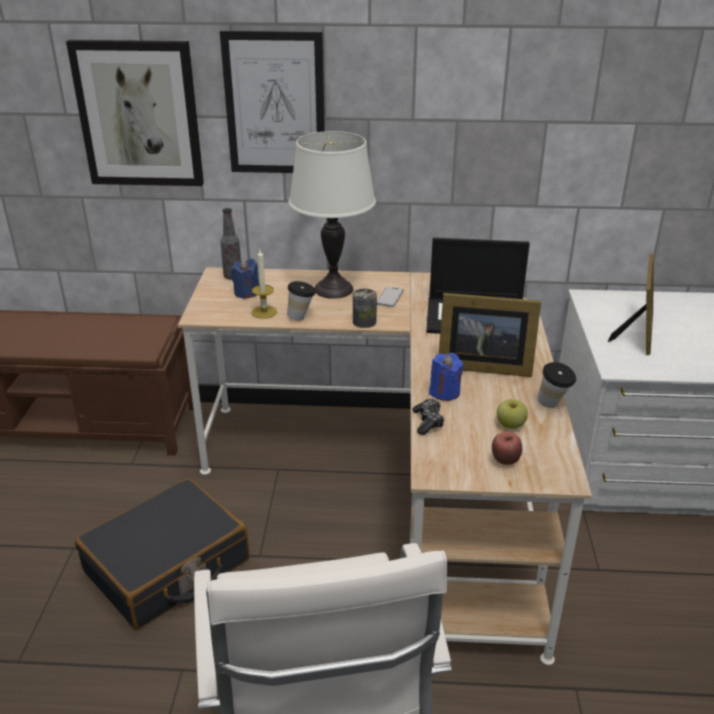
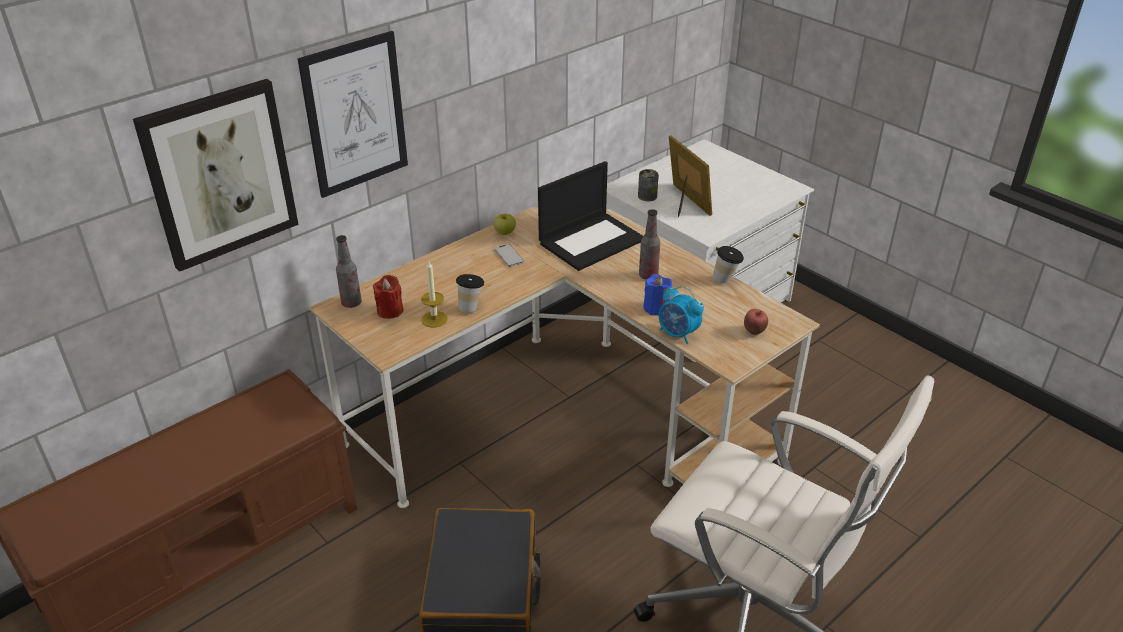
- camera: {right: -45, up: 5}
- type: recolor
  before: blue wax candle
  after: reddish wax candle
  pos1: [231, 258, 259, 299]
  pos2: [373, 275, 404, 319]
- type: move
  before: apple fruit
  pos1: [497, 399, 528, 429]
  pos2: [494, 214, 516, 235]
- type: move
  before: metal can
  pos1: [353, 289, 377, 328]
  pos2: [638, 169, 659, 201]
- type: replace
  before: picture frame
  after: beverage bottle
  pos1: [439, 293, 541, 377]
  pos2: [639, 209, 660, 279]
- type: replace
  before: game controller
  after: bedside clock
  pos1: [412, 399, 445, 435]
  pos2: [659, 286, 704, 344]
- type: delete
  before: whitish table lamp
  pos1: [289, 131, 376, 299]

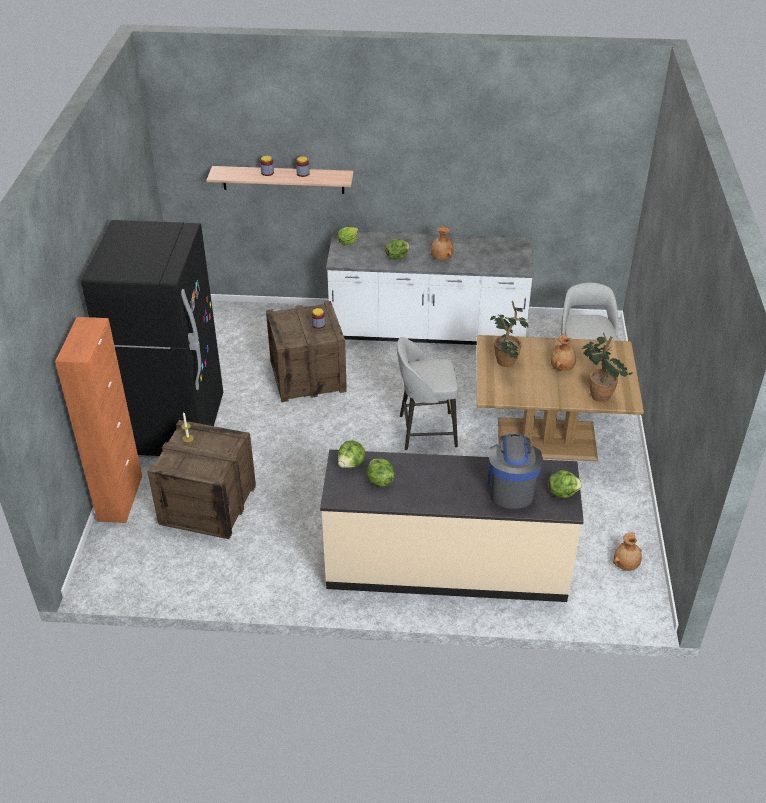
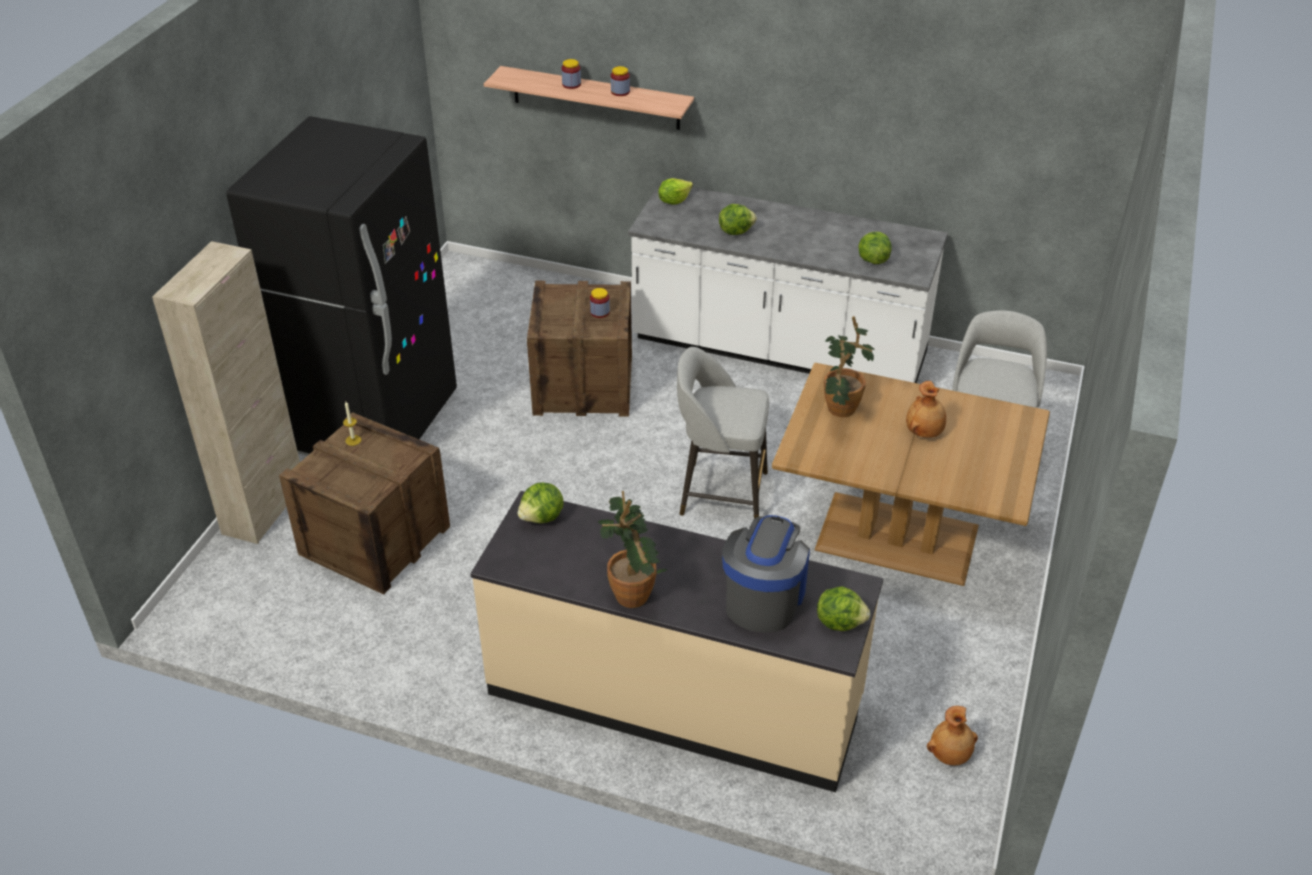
- camera: {right: 15, up: 0}
- type: recolor
  before: orange-coloured cupboard
  after: beige cupboard
  pos1: [55, 317, 142, 523]
  pos2: [152, 241, 300, 544]
- type: move
  before: houseplant
  pos1: [582, 333, 633, 402]
  pos2: [598, 491, 667, 608]
- type: move
  before: head of lettuce
  pos1: [367, 459, 395, 487]
  pos2: [858, 232, 892, 264]
- type: delete
  before: brown-coloured vase
  pos1: [431, 227, 454, 260]

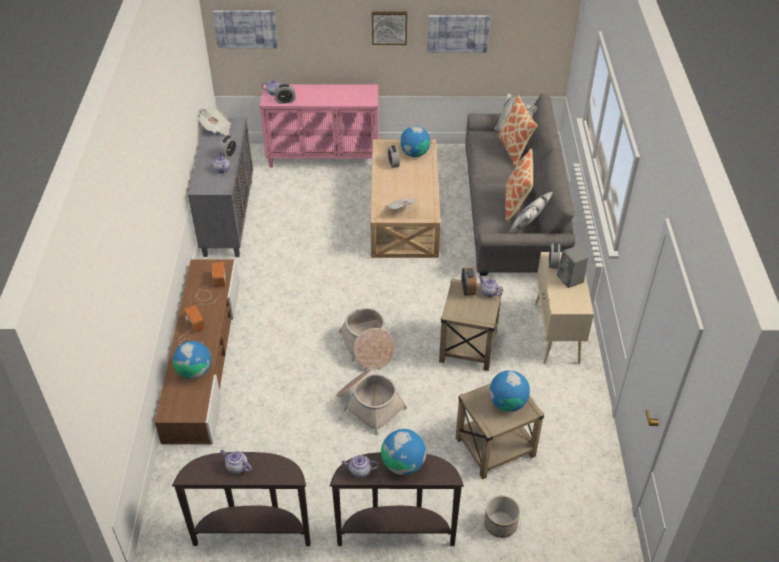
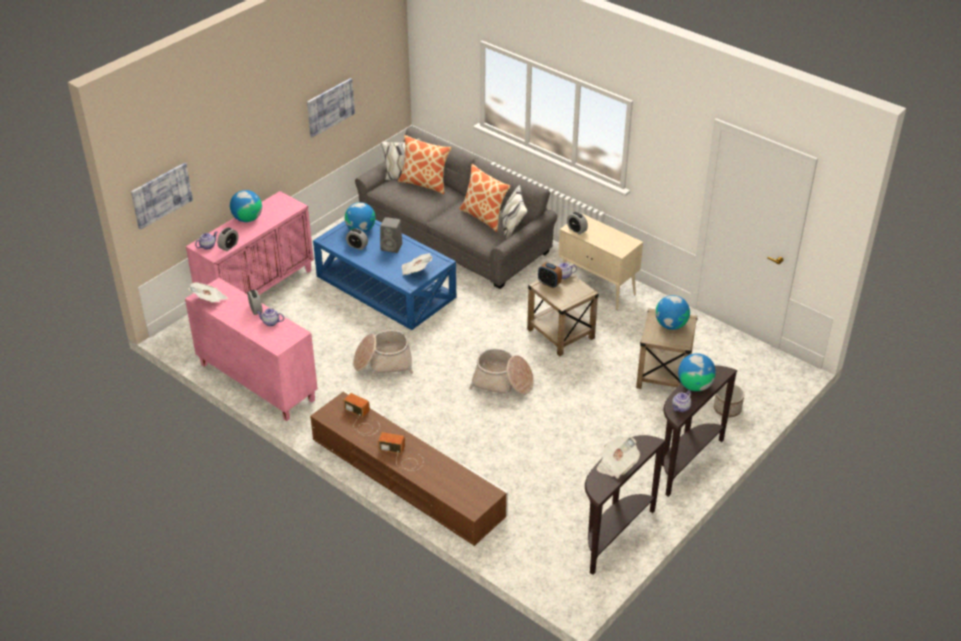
- camera: {right: -50, up: -5}
- type: recolor
  before: gray cupboard
  after: pink-coloured cupboard
  pos1: [188, 118, 253, 257]
  pos2: [185, 278, 318, 421]
- type: move
  before: desk globe
  pos1: [173, 341, 211, 379]
  pos2: [230, 190, 262, 222]
- type: recolor
  before: beige coffee table
  after: blue coffee table
  pos1: [371, 139, 441, 258]
  pos2: [313, 220, 456, 330]
- type: move
  before: household basket
  pos1: [336, 369, 407, 435]
  pos2: [353, 330, 413, 377]
- type: move
  before: gray audio speaker
  pos1: [557, 246, 588, 288]
  pos2: [380, 217, 402, 253]
- type: replace
  before: pot for tea
  after: printed paper
  pos1: [220, 450, 252, 474]
  pos2: [597, 436, 640, 478]
- type: delete
  before: wall art
  pos1: [372, 12, 407, 45]

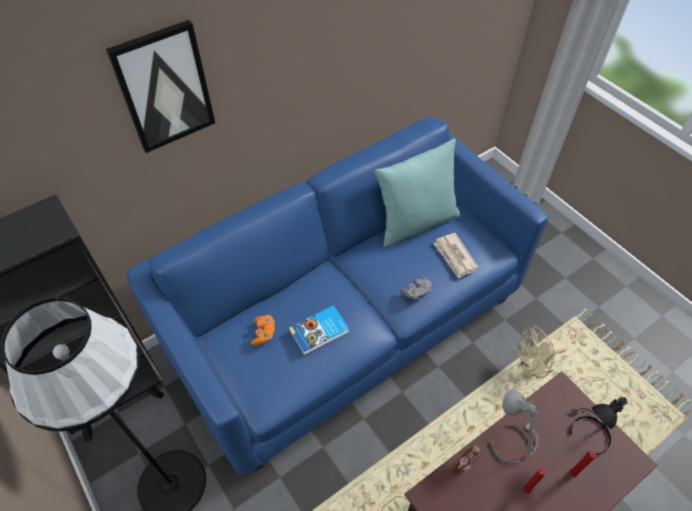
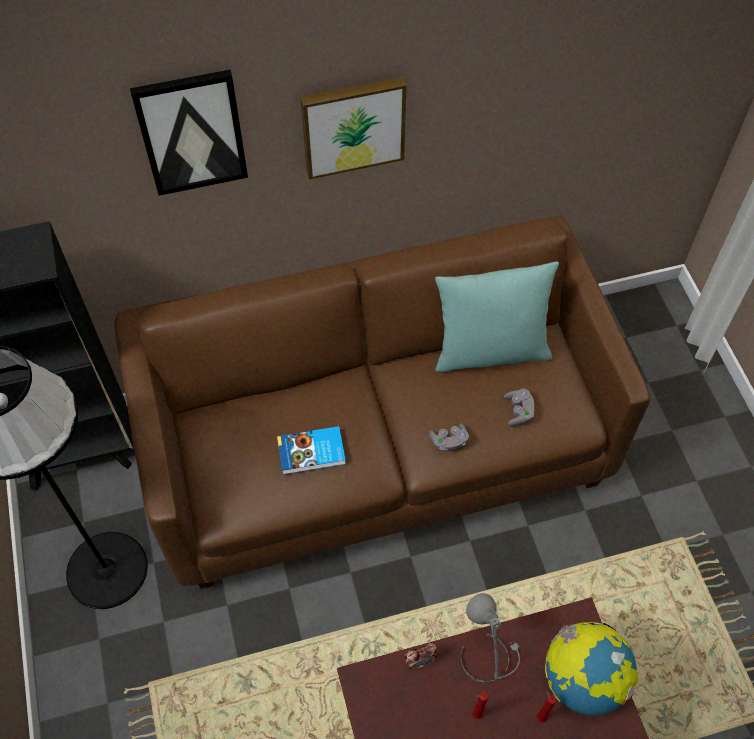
- camera: {right: 20, up: 5}
- type: recolor
  before: blue settee
  after: brown-coloured settee
  pos1: [126, 117, 548, 474]
  pos2: [114, 216, 650, 589]
- type: insert
  after: wall art
  pos2: [300, 77, 407, 179]
- type: replace
  before: printed paper
  after: gray game controller
  pos1: [433, 233, 479, 279]
  pos2: [504, 389, 535, 426]
- type: replace
  before: blackish table lamp
  after: desk globe
  pos1: [570, 396, 628, 455]
  pos2: [545, 622, 638, 715]
- type: delete
  before: orange-coloured game controller
  pos1: [251, 315, 275, 345]
- type: delete
  before: beige cooling fan
  pos1: [518, 326, 567, 378]

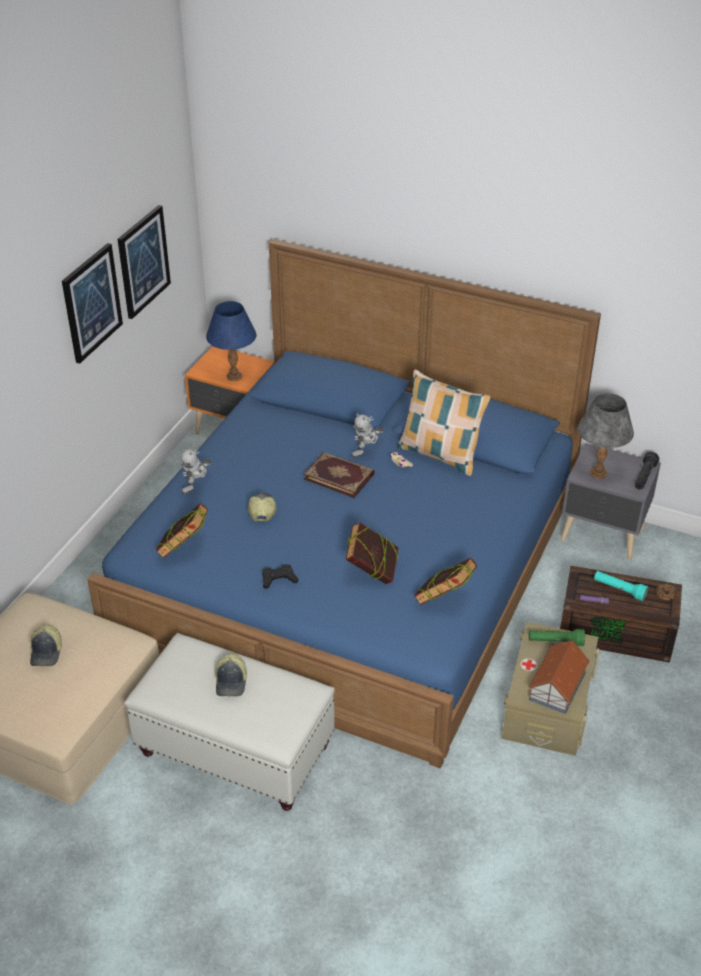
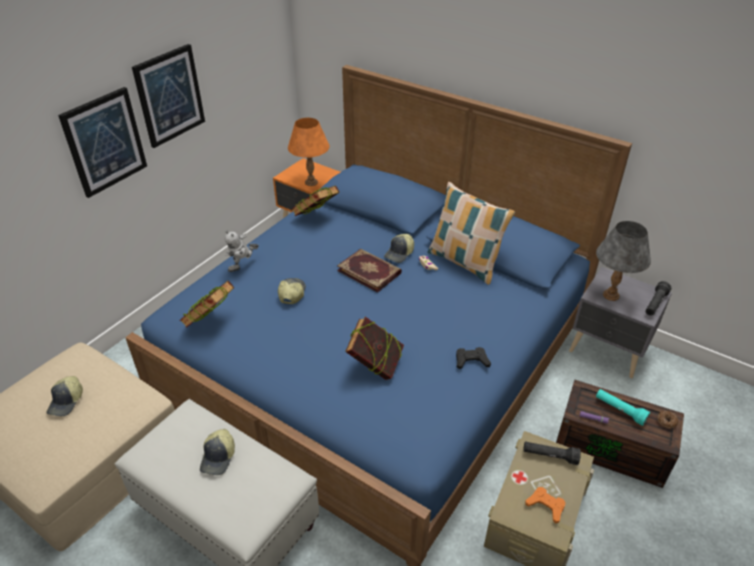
- camera: {right: 10, up: 0}
- type: move
  before: wall art
  pos1: [118, 205, 171, 319]
  pos2: [58, 87, 147, 198]
- type: recolor
  before: blue table lamp
  after: orange-coloured table lamp
  pos1: [206, 301, 256, 381]
  pos2: [288, 118, 330, 186]
- type: move
  before: book
  pos1: [414, 557, 477, 605]
  pos2: [291, 185, 339, 216]
- type: replace
  before: toy robot
  after: cap
  pos1: [352, 413, 384, 458]
  pos2: [384, 234, 414, 263]
- type: move
  before: blackish game controller
  pos1: [262, 564, 298, 589]
  pos2: [456, 347, 491, 369]
- type: recolor
  before: green flashlight
  after: blackish flashlight
  pos1: [529, 629, 585, 646]
  pos2: [523, 441, 581, 465]
- type: replace
  before: model house
  after: orange-coloured game controller
  pos1: [528, 640, 589, 714]
  pos2: [525, 487, 565, 523]

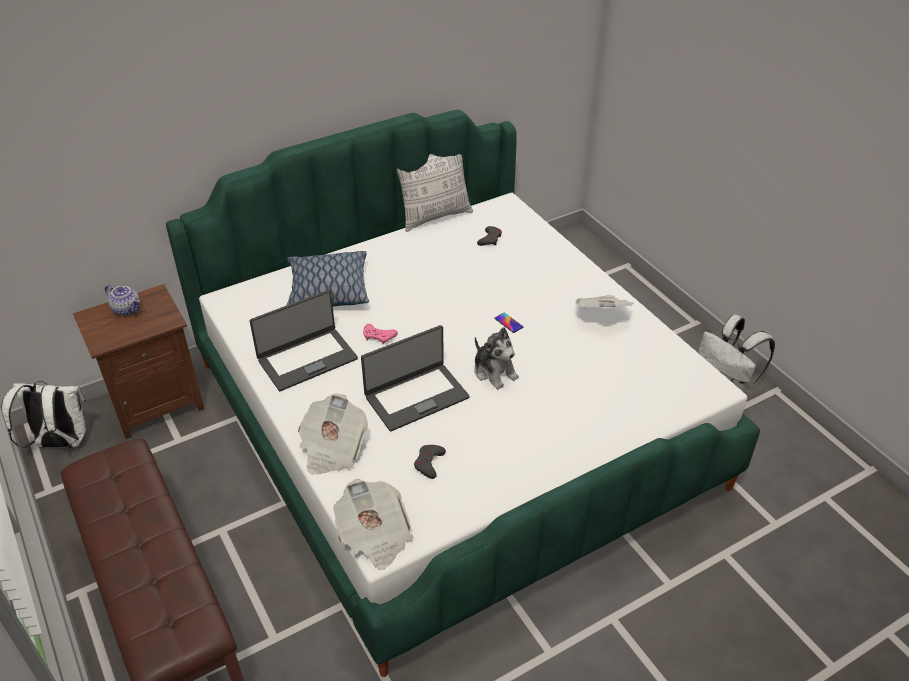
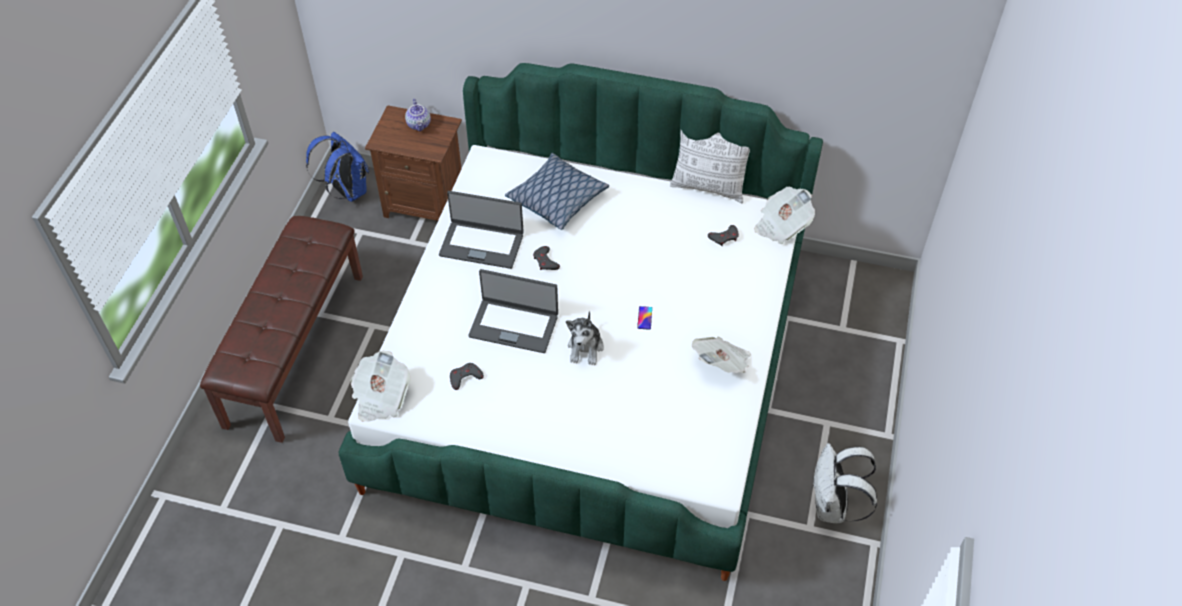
- camera: {right: 45, up: 10}
- type: recolor
  before: whitish knapsack
  after: blue knapsack
  pos1: [2, 381, 86, 448]
  pos2: [306, 132, 369, 202]
- type: recolor
  before: pink-coloured game controller
  after: gray game controller
  pos1: [363, 324, 398, 345]
  pos2: [533, 246, 560, 270]
- type: move
  before: printed paper
  pos1: [298, 394, 368, 475]
  pos2: [754, 186, 815, 244]

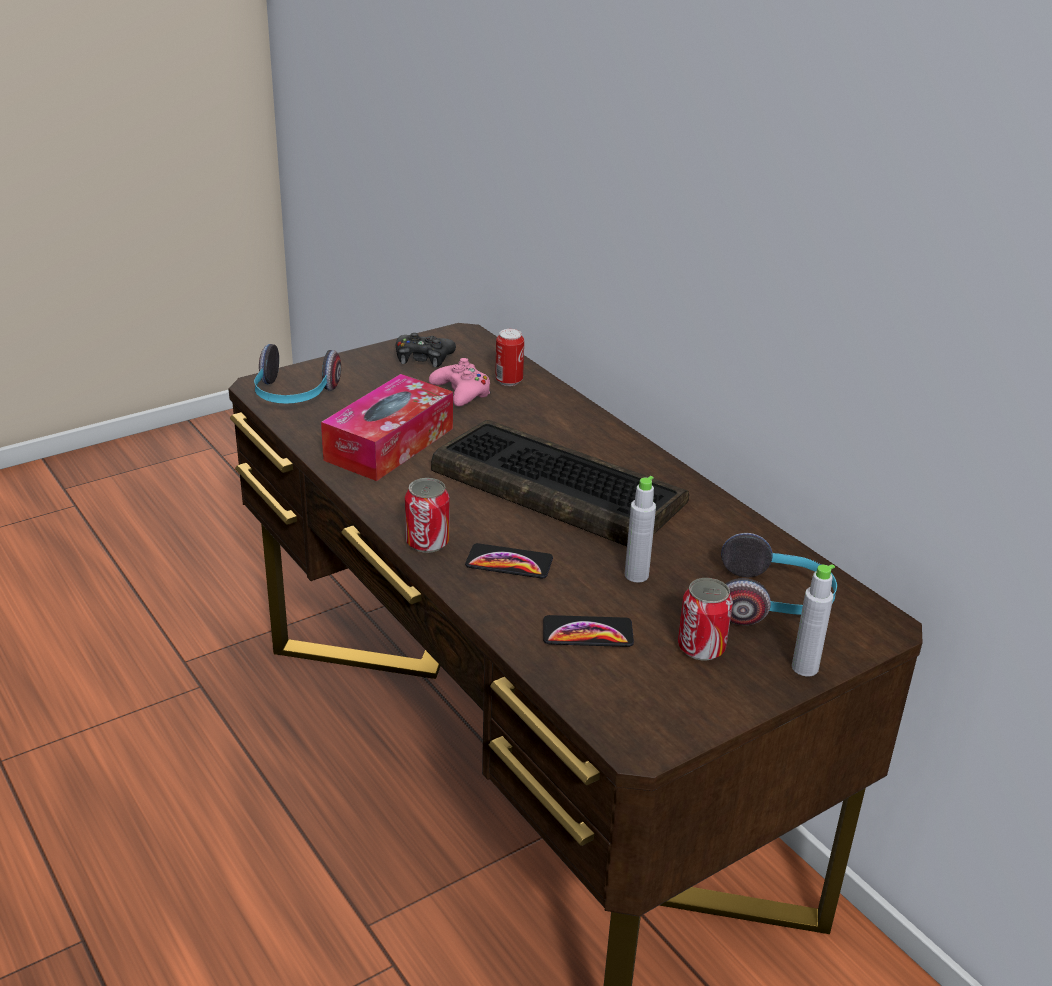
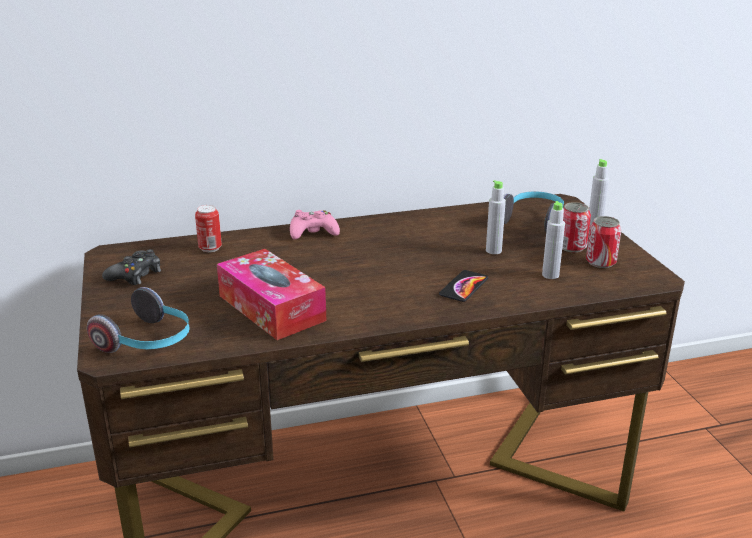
- camera: {right: -70, up: -5}
- type: move
  before: pink-coloured game controller
  pos1: [429, 358, 491, 407]
  pos2: [290, 210, 340, 239]
- type: replace
  before: handset
  after: gray beverage bottle
  pos1: [543, 615, 634, 647]
  pos2: [542, 201, 565, 279]
- type: move
  before: metal can
  pos1: [405, 478, 449, 553]
  pos2: [586, 216, 621, 268]
- type: delete
  before: computer keyboard
  pos1: [431, 420, 689, 546]

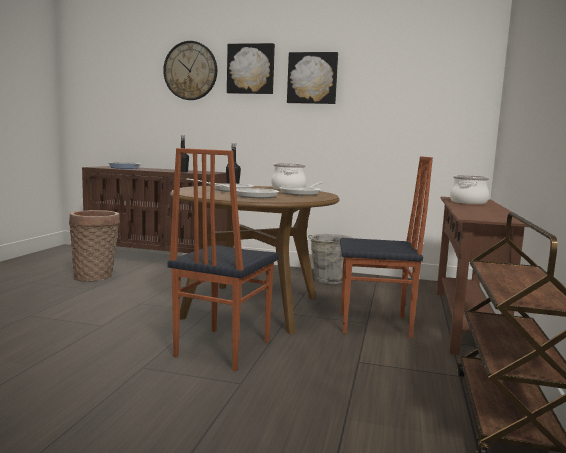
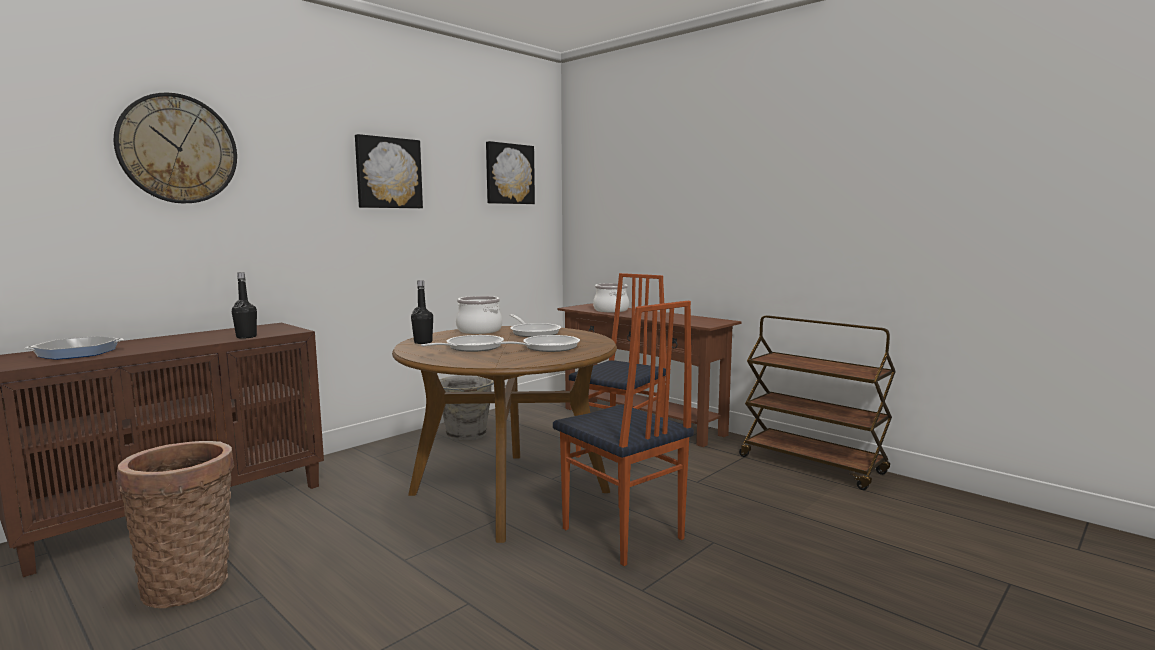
- camera: {right: -60, up: 0}
- type: move
  before: wall art
  pos1: [227, 43, 275, 94]
  pos2: [486, 141, 535, 204]

